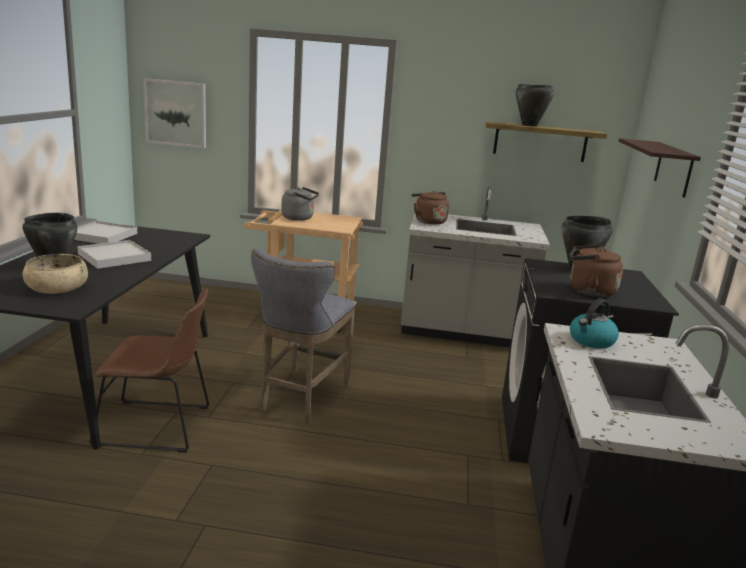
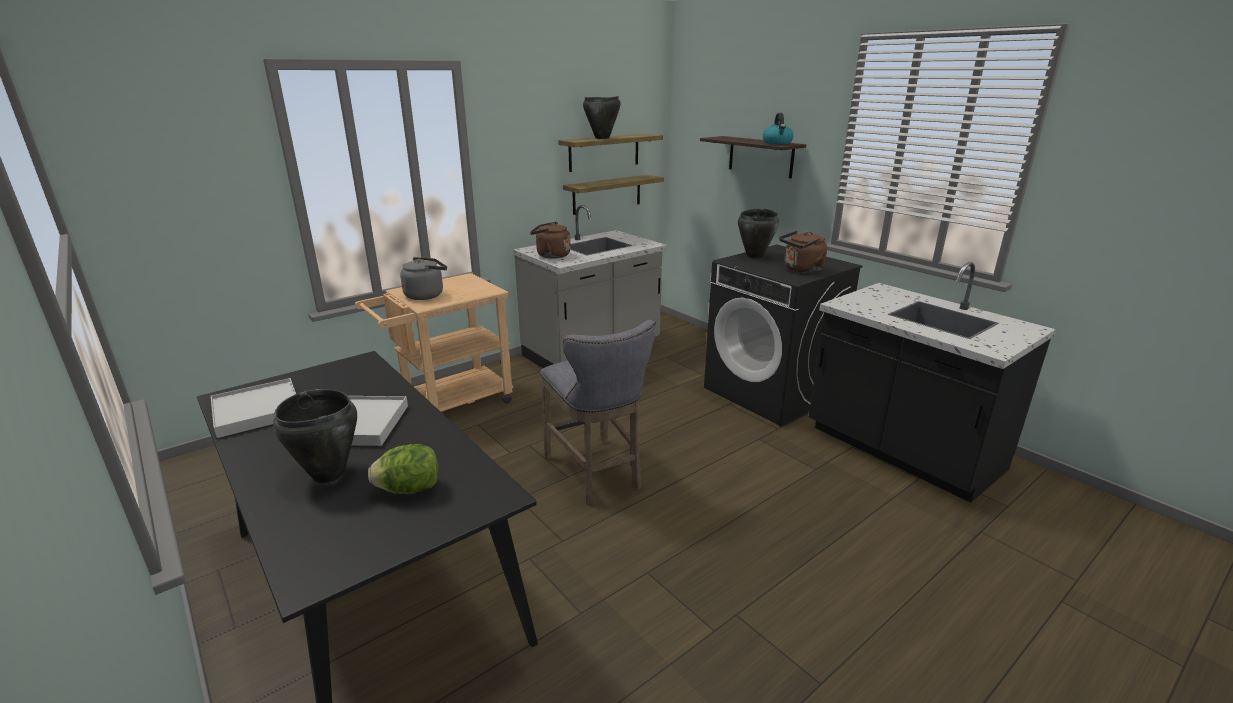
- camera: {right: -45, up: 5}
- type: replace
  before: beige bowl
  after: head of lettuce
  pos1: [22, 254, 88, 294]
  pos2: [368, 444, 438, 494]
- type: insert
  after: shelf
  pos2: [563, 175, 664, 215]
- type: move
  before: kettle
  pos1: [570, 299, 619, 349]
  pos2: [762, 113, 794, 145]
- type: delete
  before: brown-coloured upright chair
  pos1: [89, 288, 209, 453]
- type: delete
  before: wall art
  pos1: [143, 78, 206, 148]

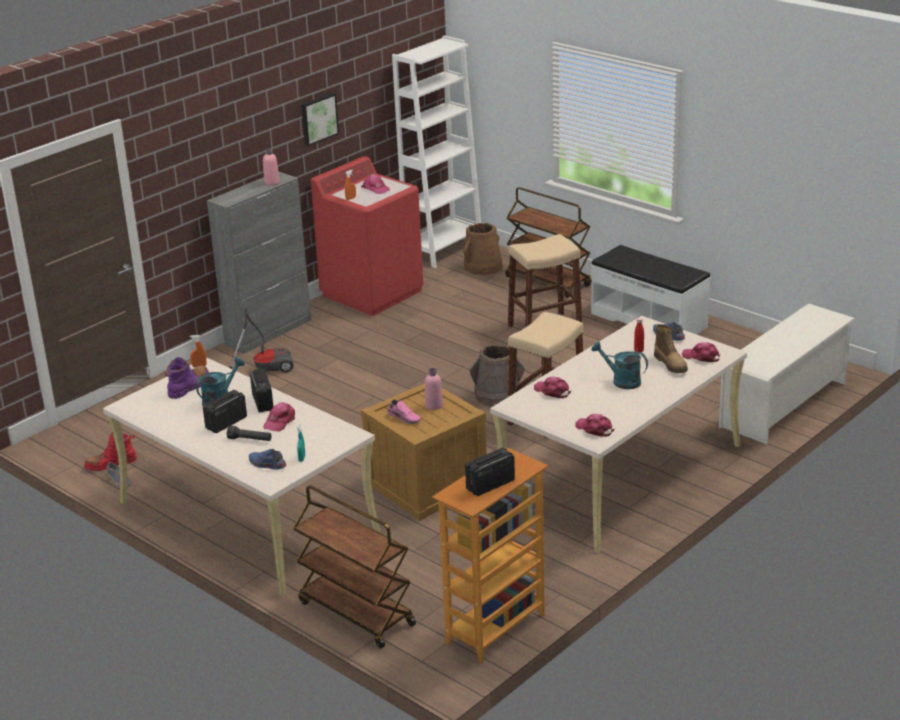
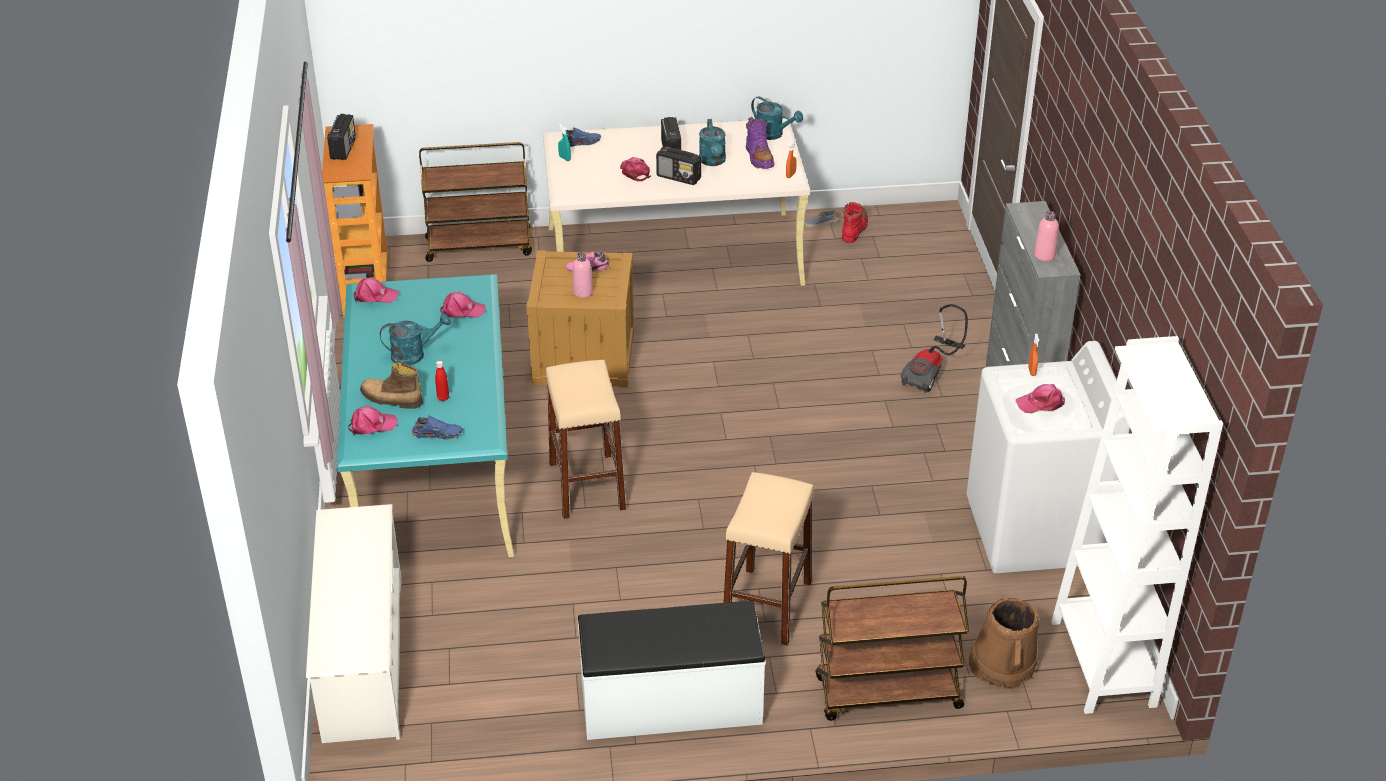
- camera: {right: 130, up: 10}
- type: recolor
  before: beige desk
  after: turquoise desk
  pos1: [490, 316, 747, 553]
  pos2: [337, 274, 514, 557]
- type: insert
  after: turquoise watering pot
  pos2: [751, 96, 803, 140]
- type: recolor
  before: reddish laundry machine
  after: whitish laundry machine
  pos1: [311, 156, 424, 316]
  pos2: [967, 341, 1130, 573]
- type: delete
  before: blackish flashlight
  pos1: [227, 425, 272, 441]
- type: delete
  before: wall art
  pos1: [301, 93, 339, 146]
- type: delete
  before: brown-coloured bucket
  pos1: [470, 344, 525, 407]

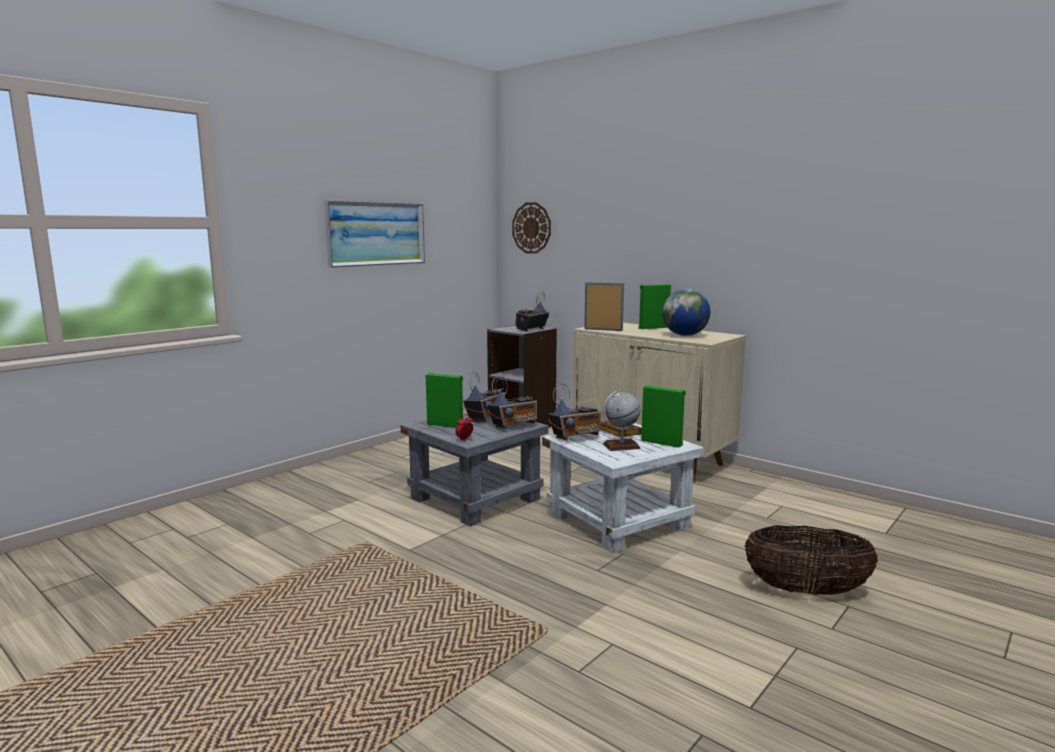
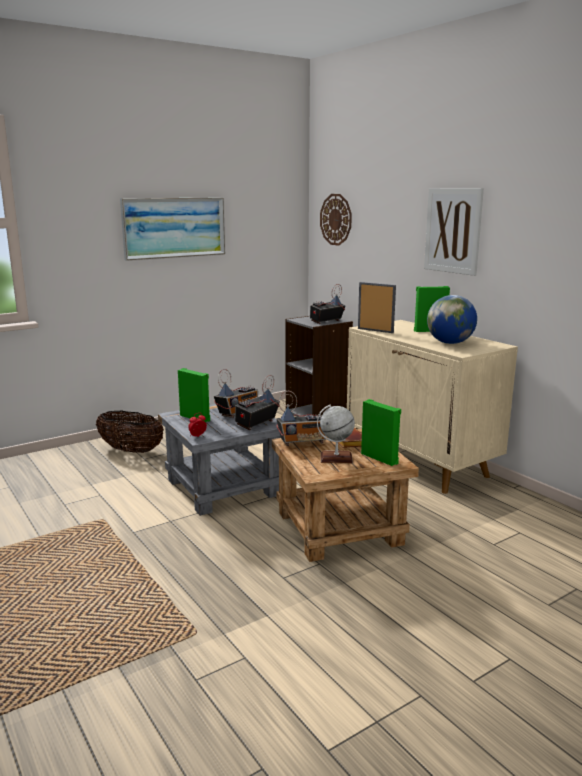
- camera: {right: 15, up: 5}
- type: move
  before: household basket
  pos1: [744, 525, 878, 595]
  pos2: [96, 411, 164, 453]
- type: rotate
  before: radio set
  pos1: [488, 376, 537, 429]
  pos2: [235, 375, 280, 430]
  turn: 150
- type: recolor
  before: whitish accent table
  after: brown-coloured accent table
  pos1: [542, 423, 704, 553]
  pos2: [272, 429, 419, 562]
- type: insert
  after: wall art
  pos2: [424, 188, 484, 276]

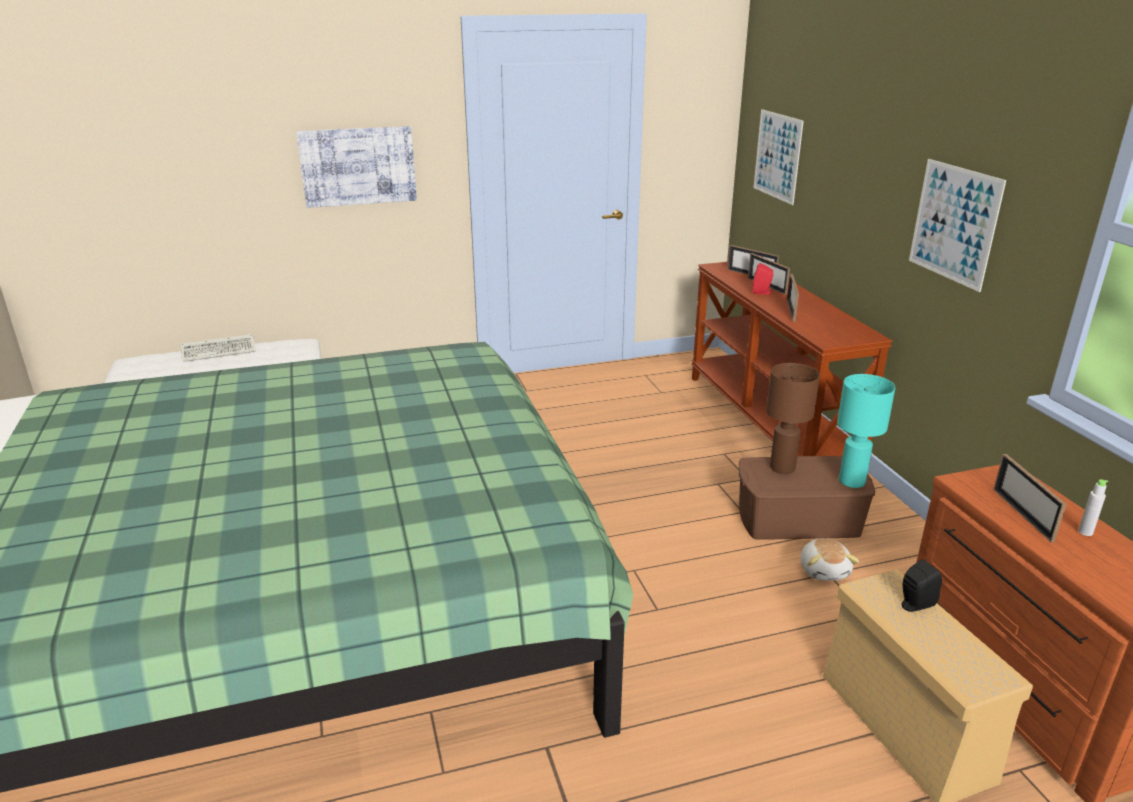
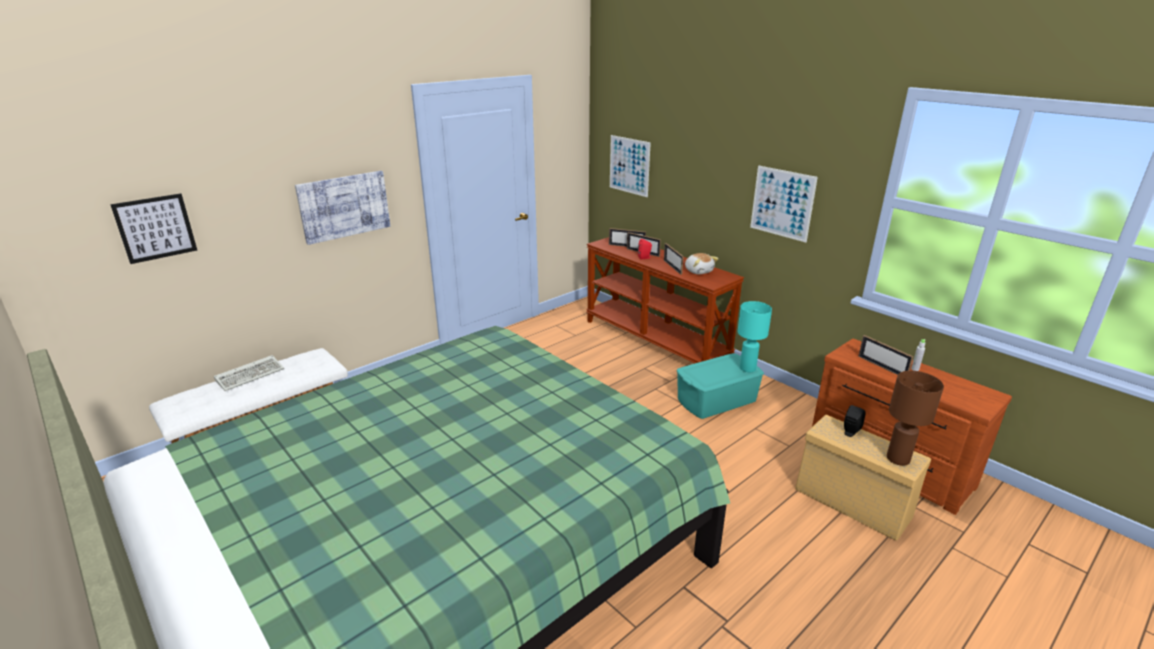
- camera: {right: -25, up: 0}
- type: insert
  after: wall art
  pos2: [110, 193, 197, 264]
- type: recolor
  before: brown-coloured storage box
  after: turquoise storage box
  pos1: [739, 456, 875, 540]
  pos2: [677, 353, 764, 419]
- type: move
  before: soft toy
  pos1: [801, 538, 859, 581]
  pos2: [685, 253, 718, 274]
- type: move
  before: brown-coloured table lamp
  pos1: [766, 363, 820, 474]
  pos2: [887, 371, 944, 466]

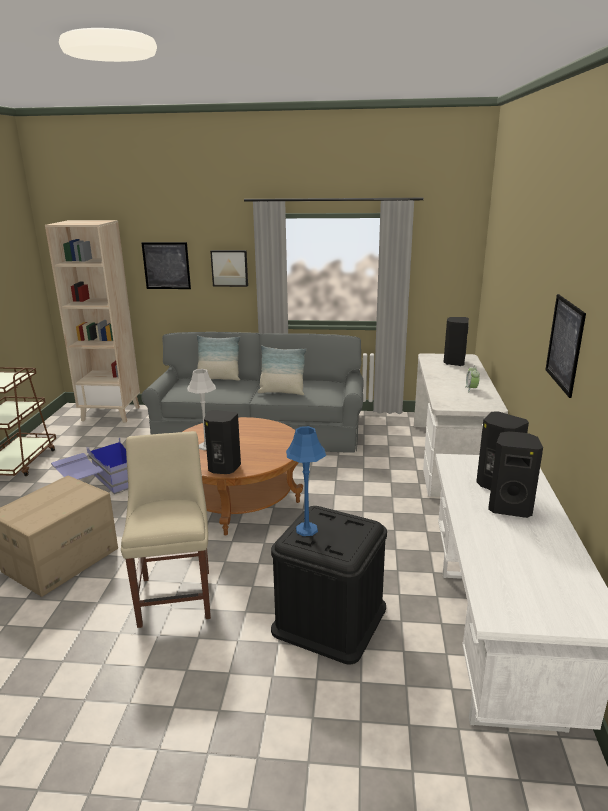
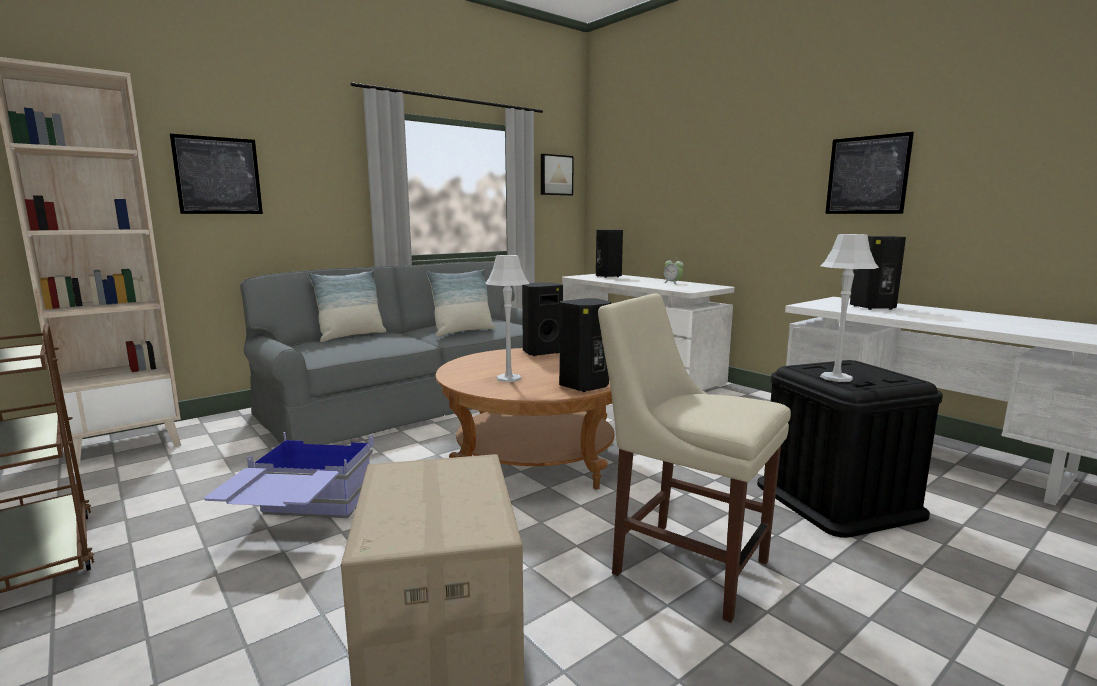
- camera: {right: -45, up: -10}
- type: move
  before: blackish audio speaker
  pos1: [488, 431, 543, 518]
  pos2: [522, 282, 563, 356]
- type: move
  before: wall art
  pos1: [210, 250, 248, 287]
  pos2: [541, 154, 574, 196]
- type: recolor
  before: blue table lamp
  after: gray table lamp
  pos1: [286, 426, 326, 536]
  pos2: [820, 234, 879, 382]

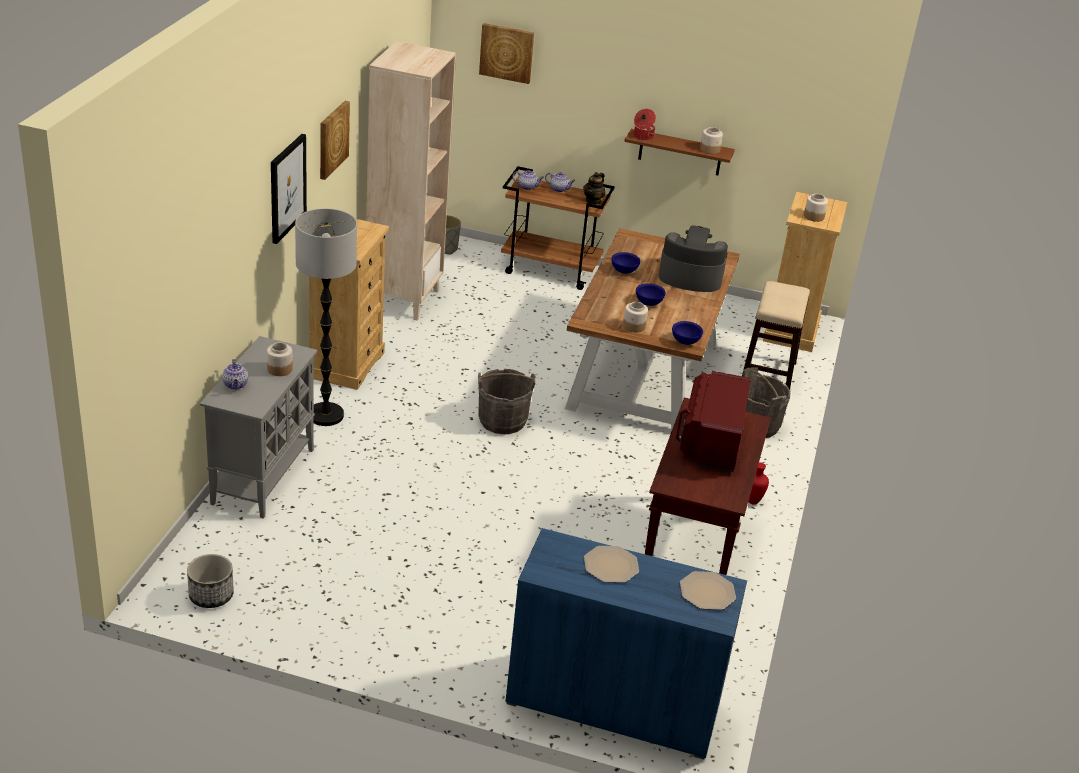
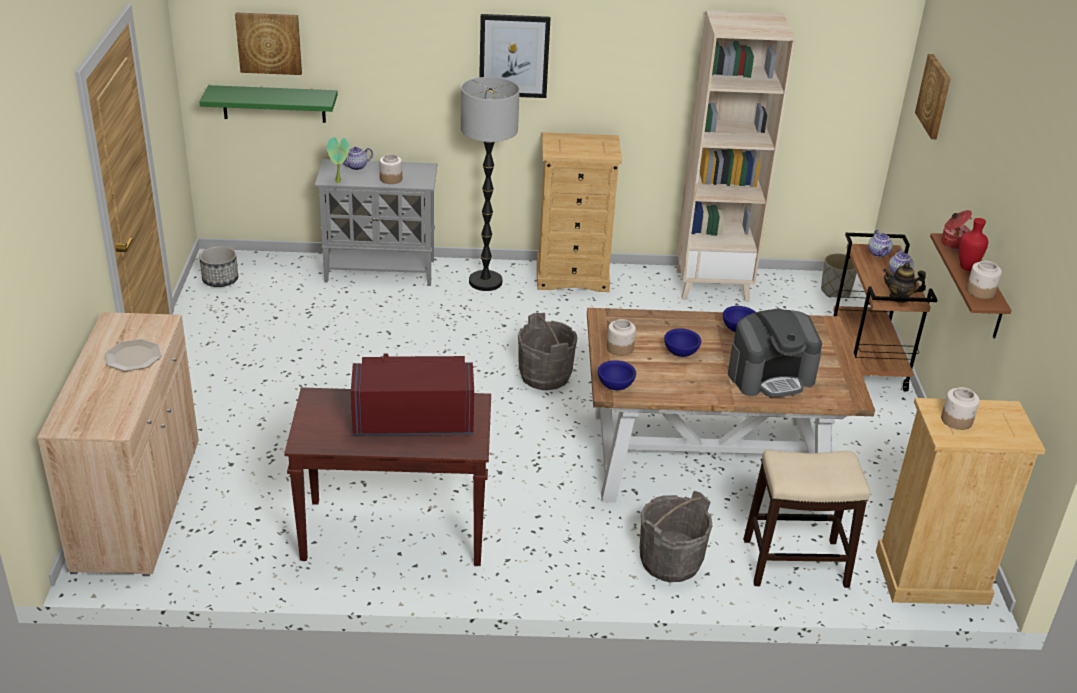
- camera: {right: 75, up: 0}
- type: recolor
  before: blue cupboard
  after: beige cupboard
  pos1: [505, 528, 747, 759]
  pos2: [37, 312, 199, 576]
- type: insert
  after: green shelf
  pos2: [199, 85, 338, 123]
- type: move
  before: wall art
  pos1: [320, 101, 350, 180]
  pos2: [235, 12, 302, 75]
- type: insert
  after: houseplant
  pos2: [327, 137, 349, 183]
- type: rotate
  before: coffee brewer
  pos1: [658, 225, 728, 292]
  pos2: [728, 308, 822, 398]
  turn: 75
- type: move
  before: reddish vase
  pos1: [748, 462, 769, 505]
  pos2: [959, 218, 988, 271]
- type: delete
  before: dinner plate
  pos1: [680, 571, 736, 610]

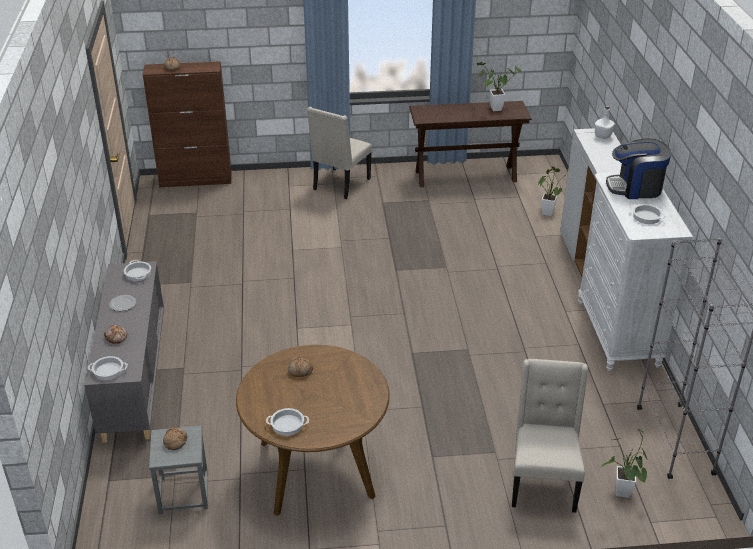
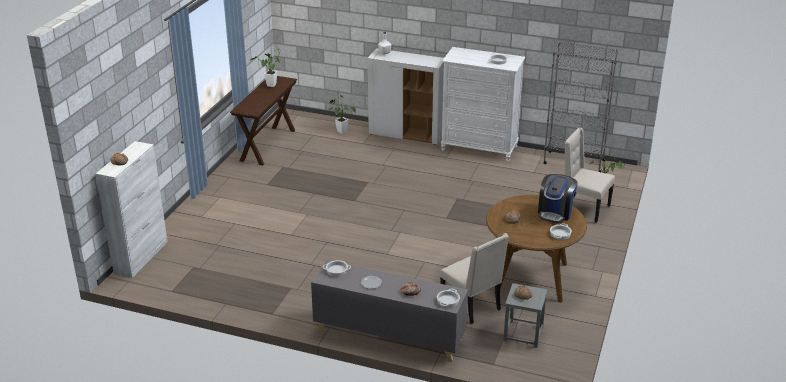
- camera: {right: -65, up: -5}
- type: recolor
  before: brown-coloured cupboard
  after: whitish cupboard
  pos1: [143, 61, 232, 187]
  pos2: [96, 141, 168, 278]
- type: move
  before: beige upright chair
  pos1: [307, 107, 372, 199]
  pos2: [440, 233, 509, 324]
- type: move
  before: coffee brewer
  pos1: [606, 138, 671, 199]
  pos2: [538, 174, 578, 223]

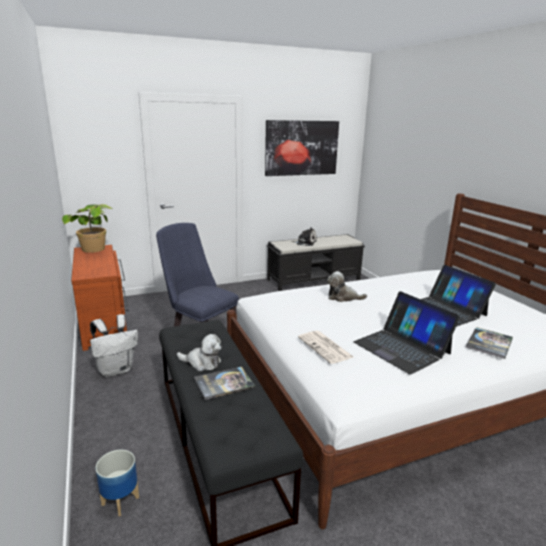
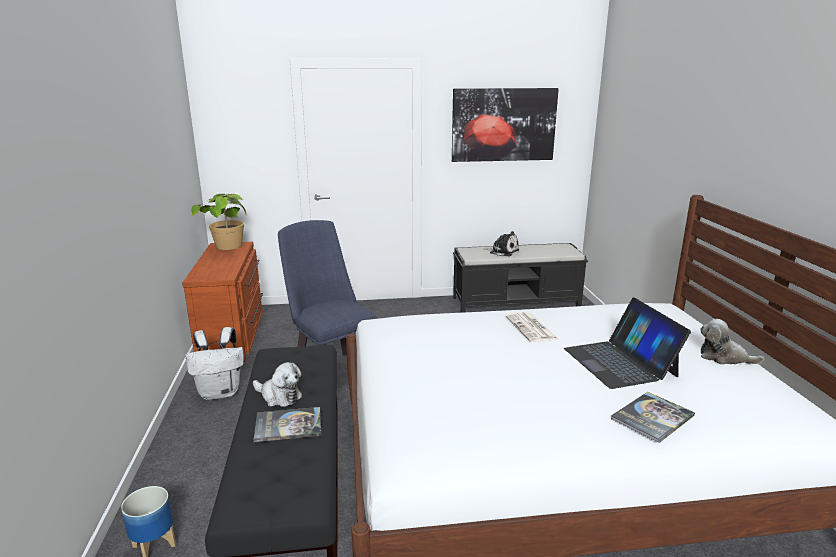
- camera: {right: 15, up: 0}
- type: move
  before: printed paper
  pos1: [298, 331, 353, 364]
  pos2: [505, 312, 558, 342]
- type: move
  before: soft toy
  pos1: [327, 271, 367, 302]
  pos2: [700, 319, 764, 365]
- type: delete
  before: notebook computer
  pos1: [354, 291, 460, 374]

